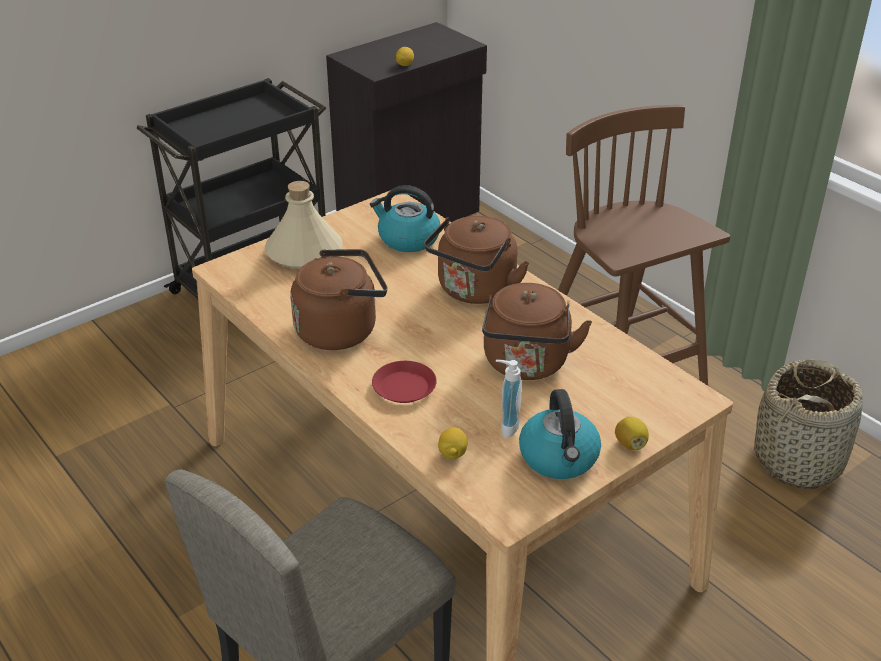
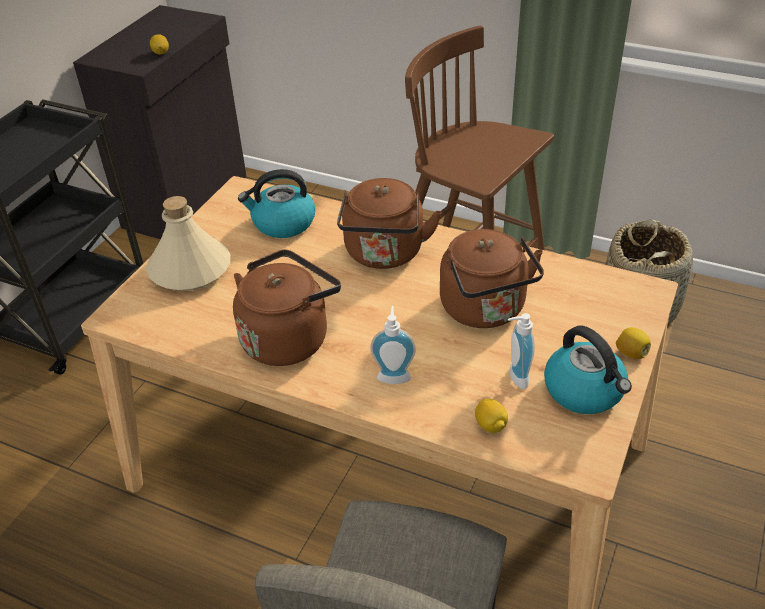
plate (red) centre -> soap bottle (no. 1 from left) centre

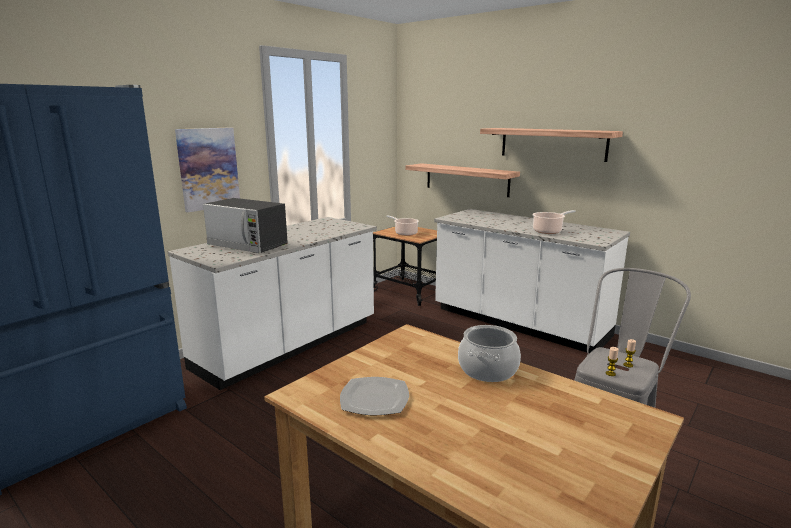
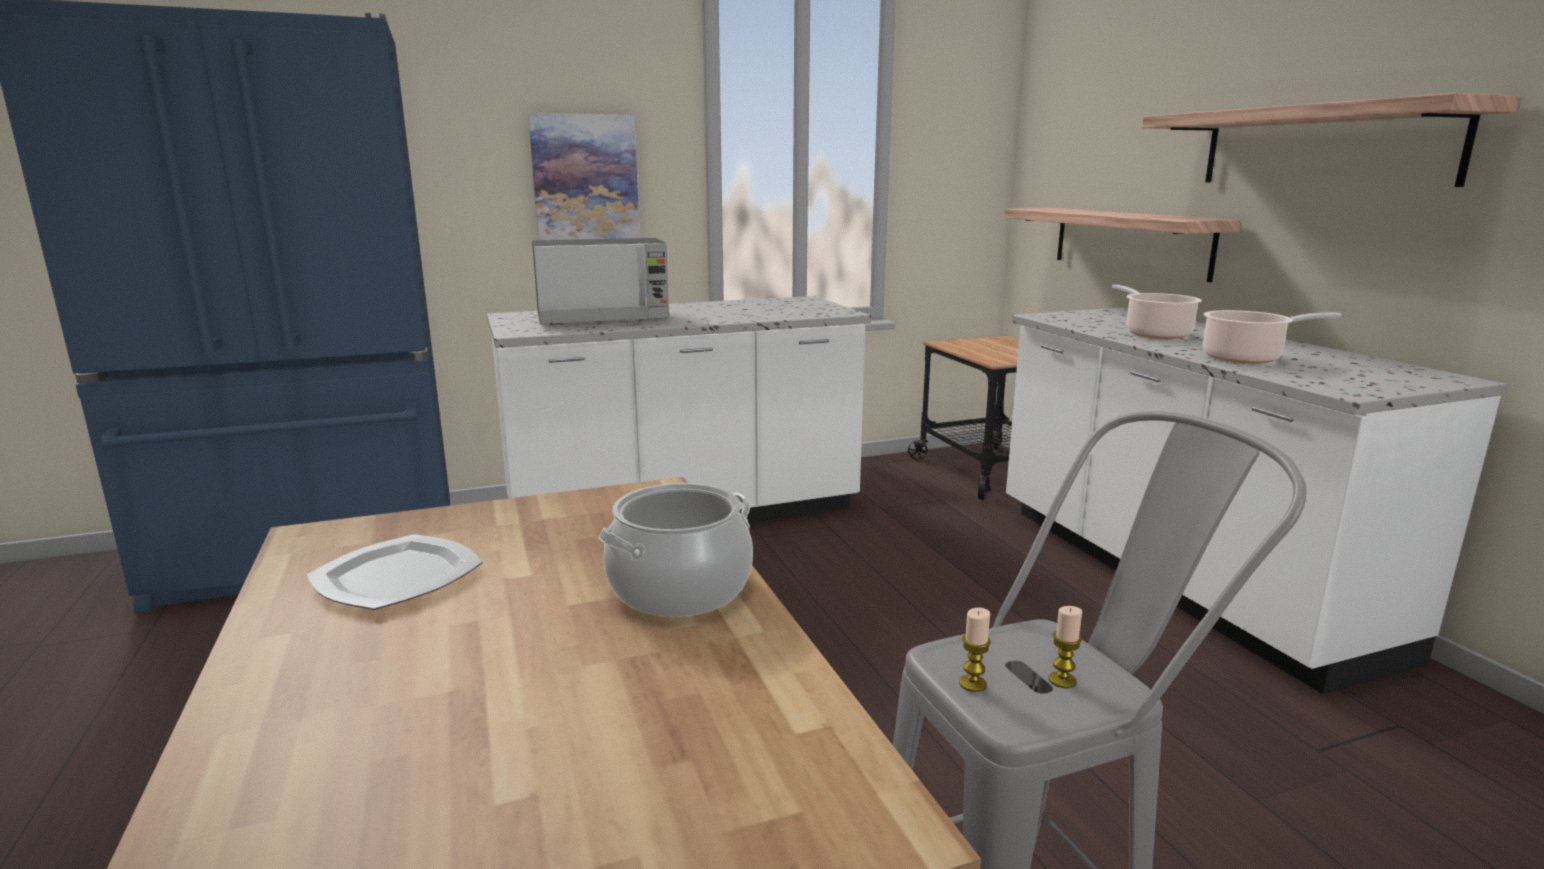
stockpot (no. 1 from left in the first image) centre -> stockpot (no. 2 from left) middle right, relocated
microwave oven middle left -> microwave oven top centre, 75 degrees counterclockwise

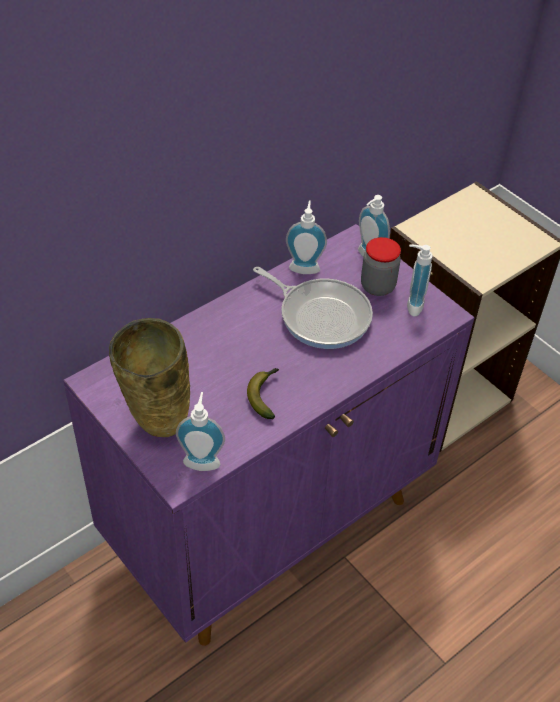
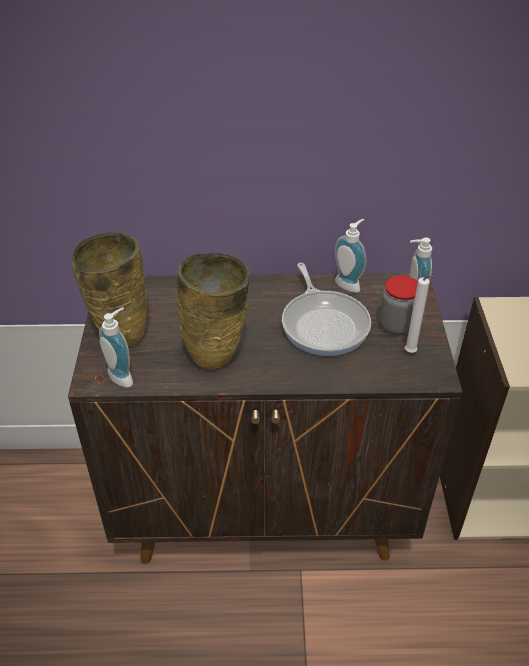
banana centre -> vase (sand-coloured) (no. 2 from left) centre
soap bottle (no. 4 from left) middle right -> candle (white-coloured) middle right
cabinet (purplish) centre -> cabinet (brown) centre

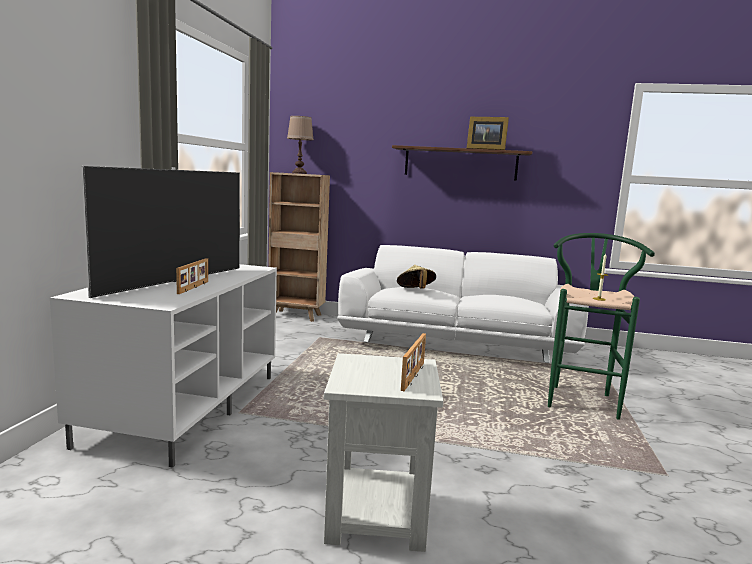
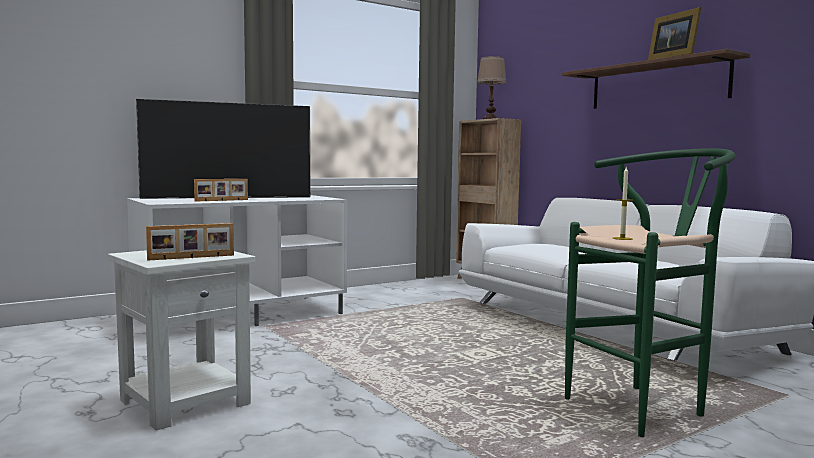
clothing hat (sand-coloured) centre -> none

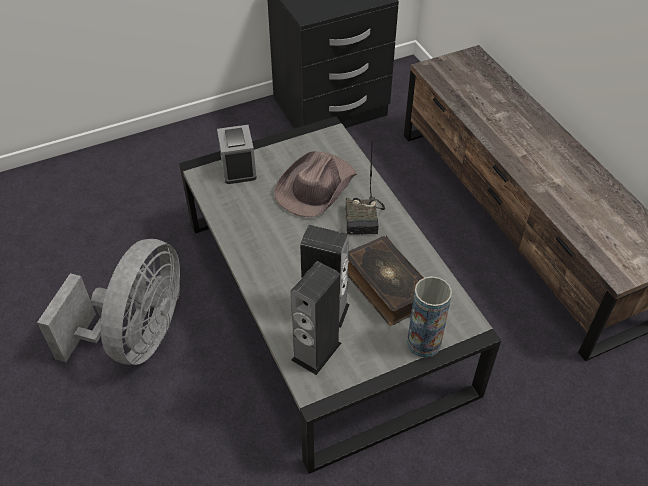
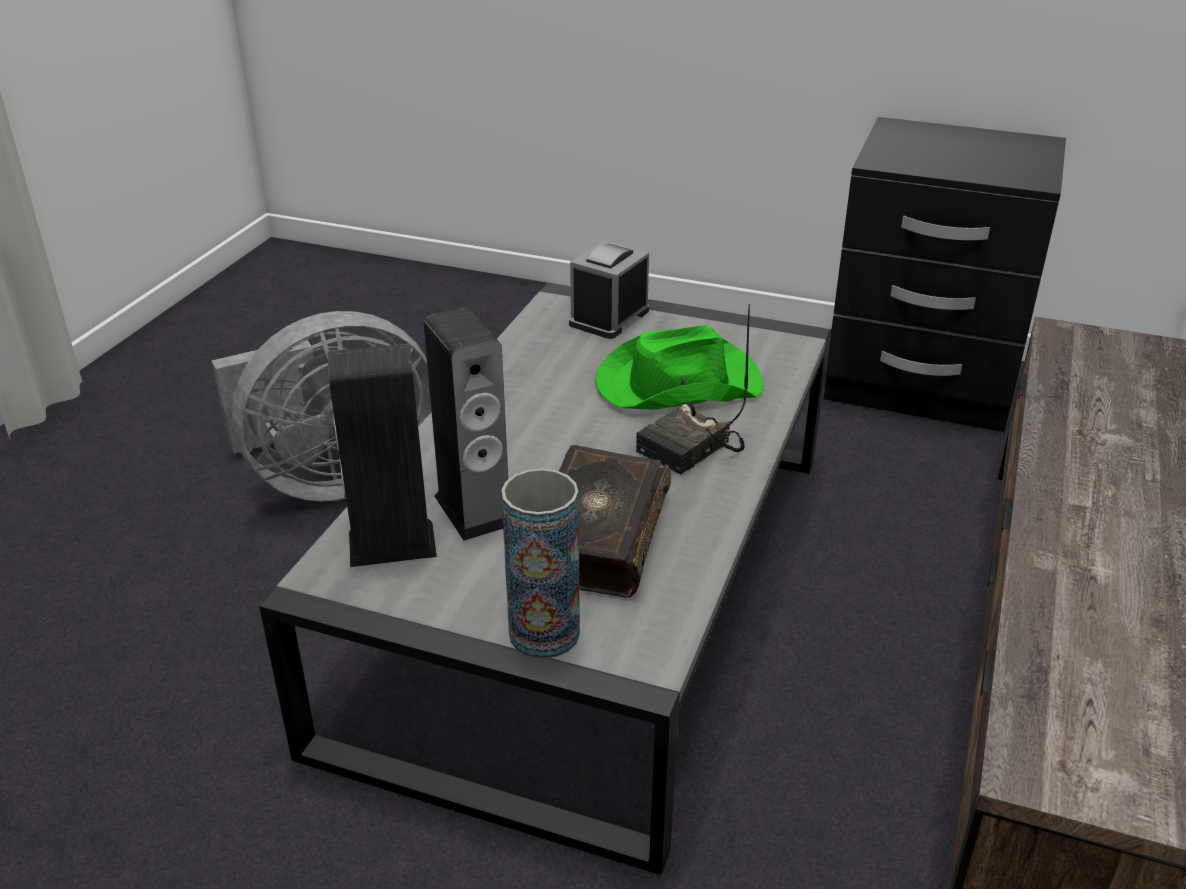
clothing hat (brown) centre -> clothing hat (green) centre

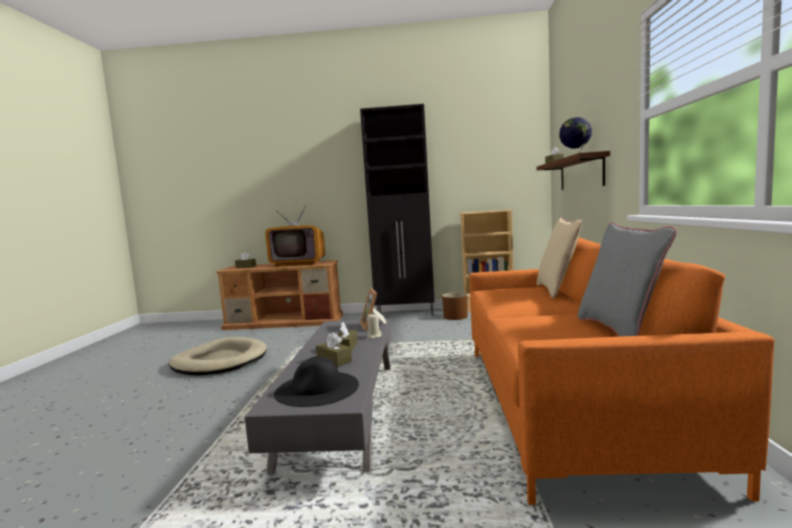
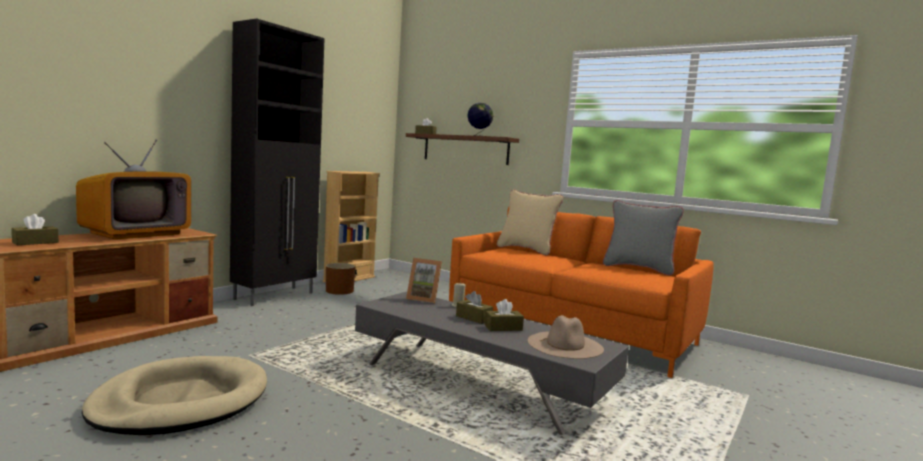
clothing hat (black-coloured) bottom centre -> clothing hat (sand-coloured) bottom centre

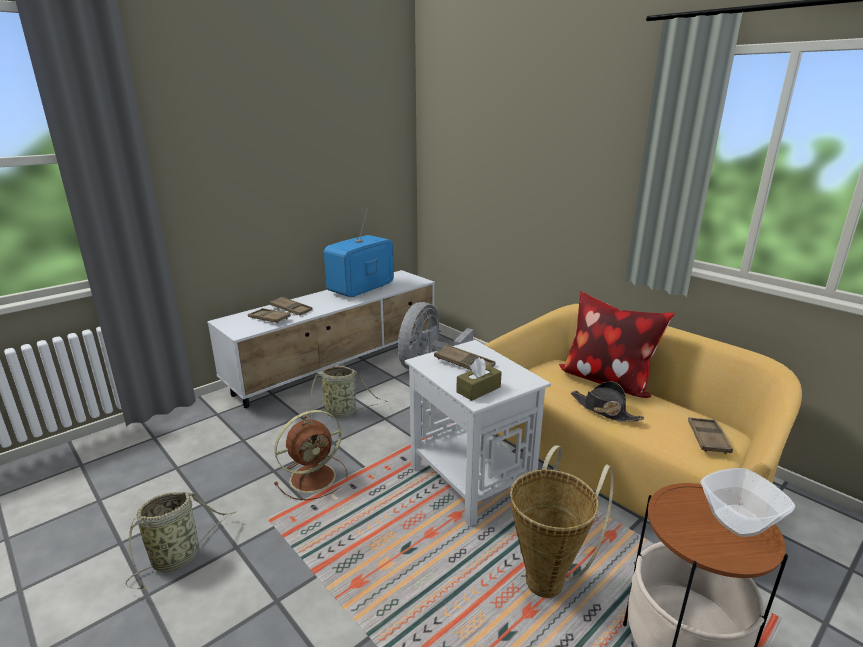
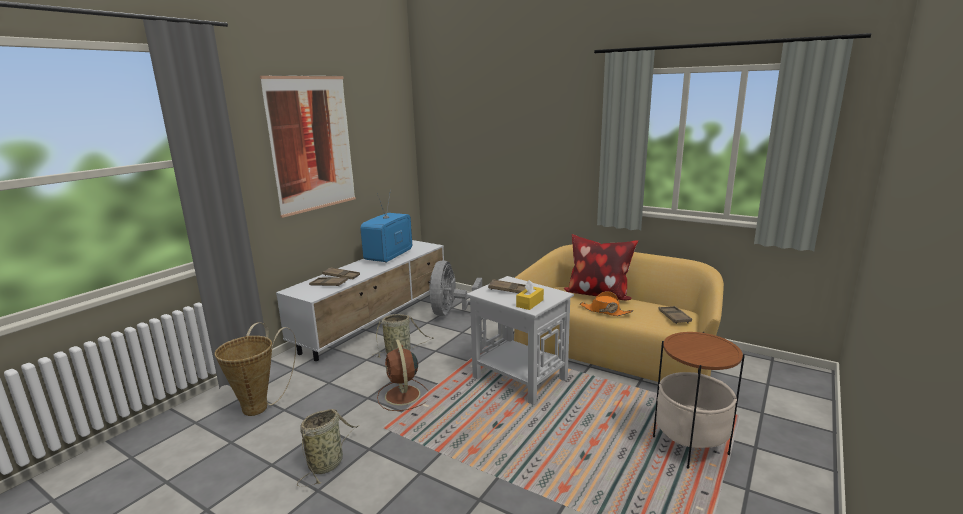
bowl bottom right -> none
none -> wall picture top left
storage basket (no. 3 from left in the first image) bottom centre -> storage basket (no. 1 from left) bottom left, relocated
tissue holder (brown) centre -> tissue holder (yellow-coloured) centre
clothing hat (black-coloured) middle right -> clothing hat (orange-coloured) centre
fan (brown) bottom centre, 120 degrees clockwise

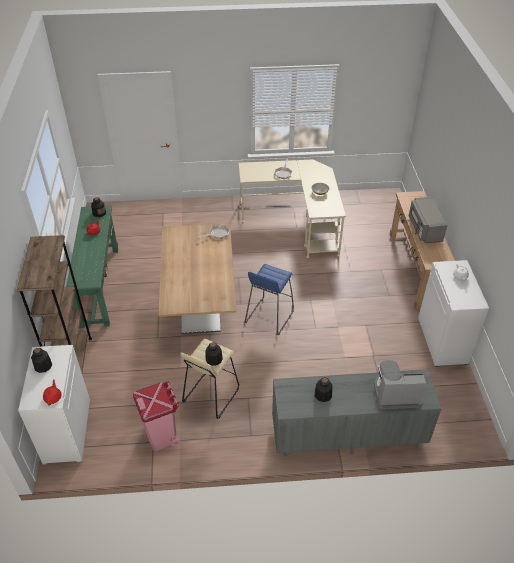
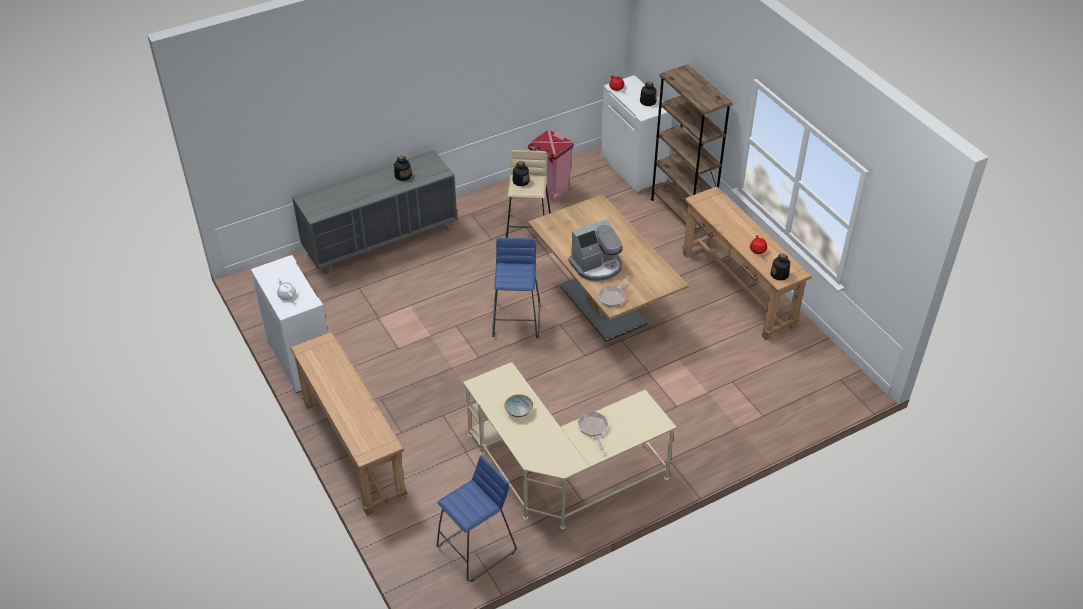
microwave oven (greyish) middle right -> none
none -> sitting stool (blue) (no. 1 from left) bottom centre
coffee machine bottom right -> coffee machine centre, relocated
narrow table (green) middle left -> narrow table (brown) (no. 2 from left) middle right

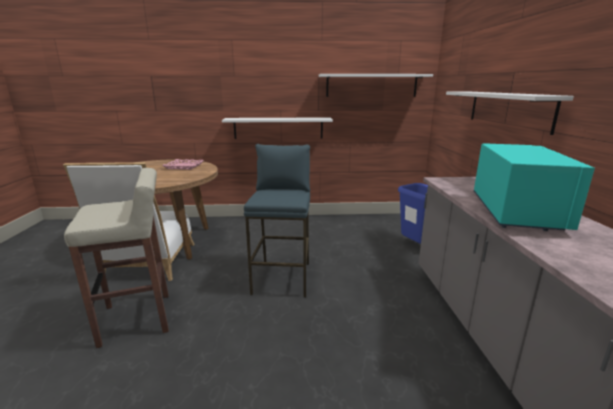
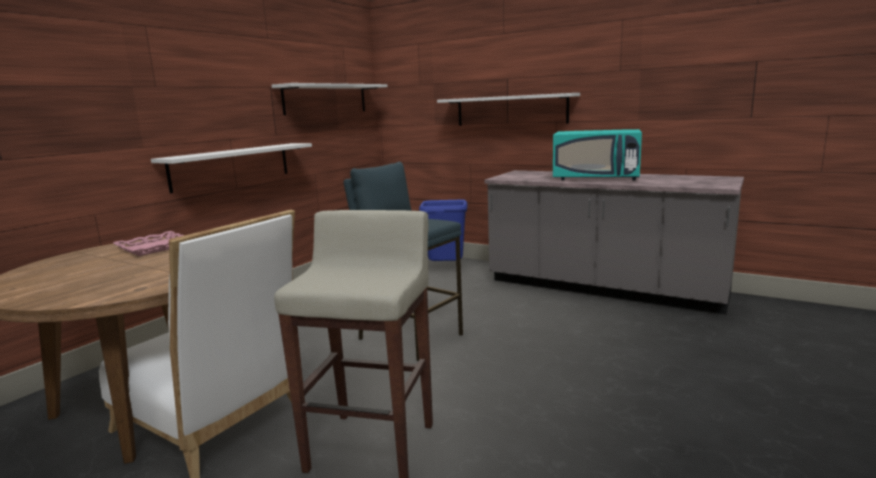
microwave oven (turquoise) middle right -> microwave oven (turquoise) top right, 150 degrees clockwise

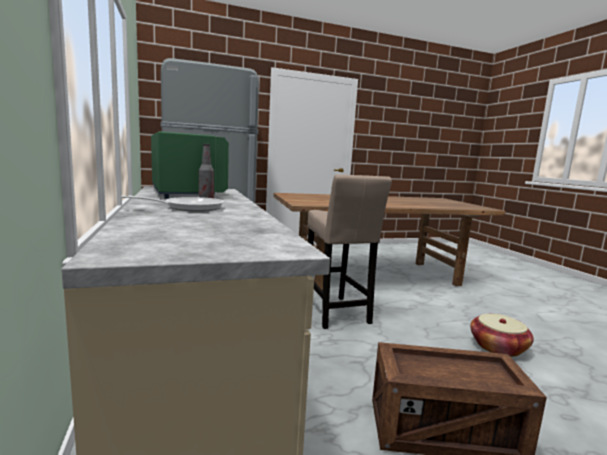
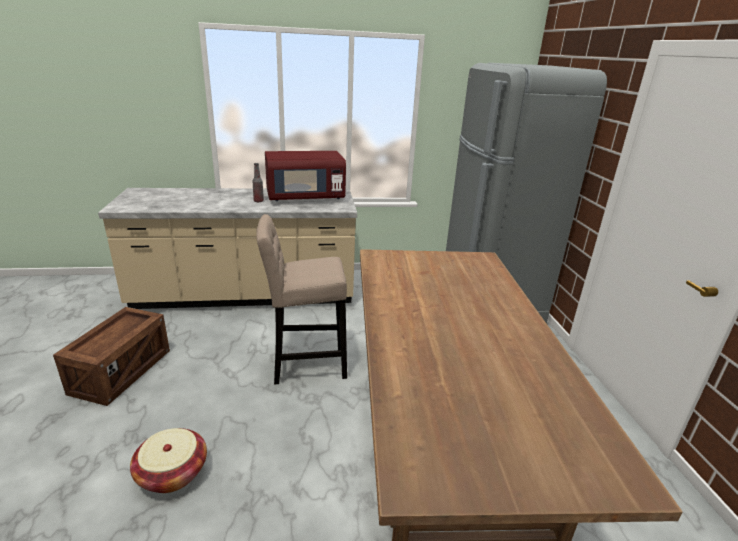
pan middle left -> none
microwave oven (green) middle left -> microwave oven (red) top centre

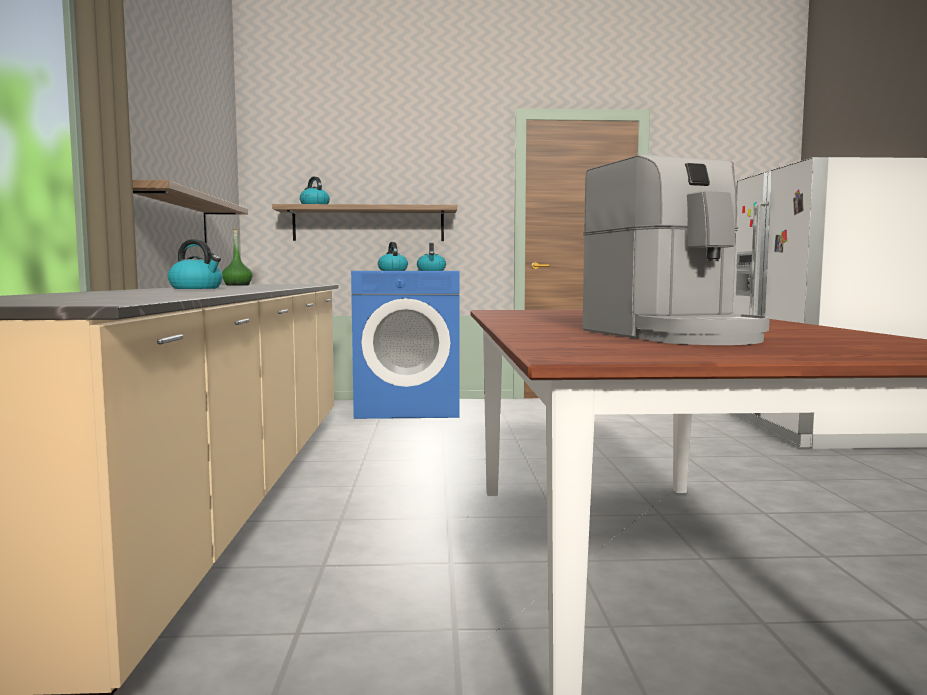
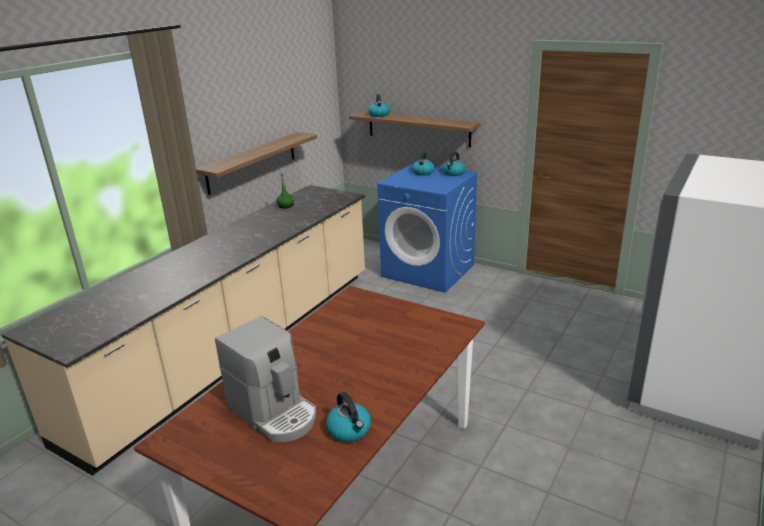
water kettle (no. 1 from left) middle left -> water kettle (no. 1 from left) bottom centre, relocated
coffee machine middle right -> coffee machine bottom centre, 60 degrees counterclockwise

